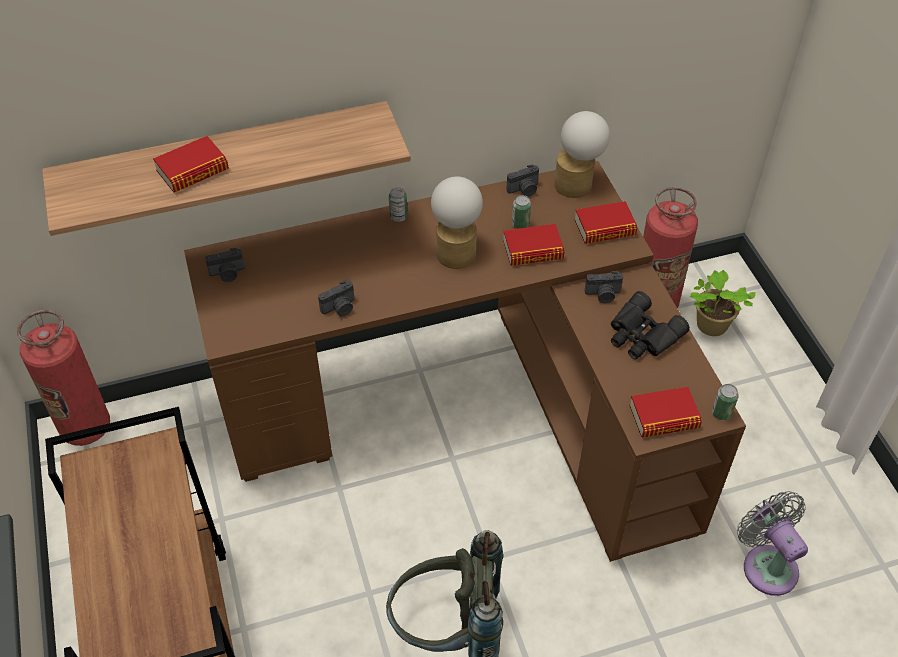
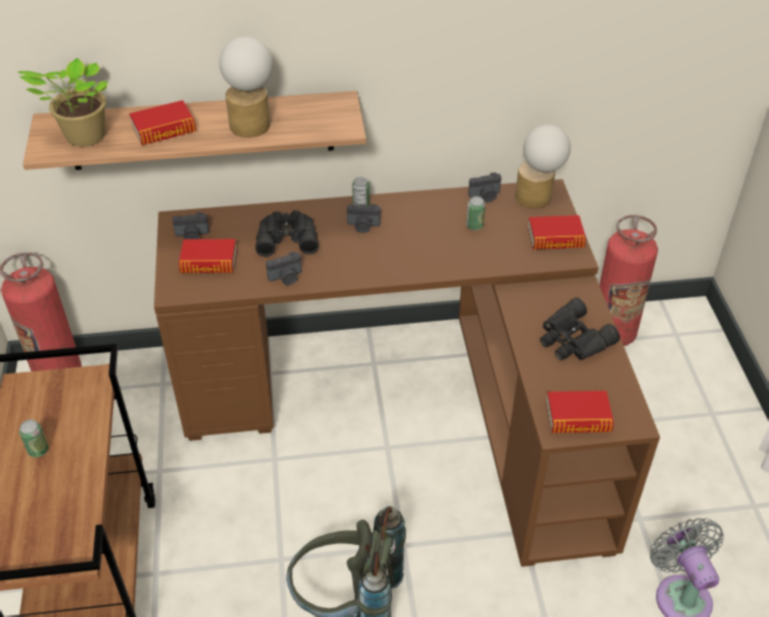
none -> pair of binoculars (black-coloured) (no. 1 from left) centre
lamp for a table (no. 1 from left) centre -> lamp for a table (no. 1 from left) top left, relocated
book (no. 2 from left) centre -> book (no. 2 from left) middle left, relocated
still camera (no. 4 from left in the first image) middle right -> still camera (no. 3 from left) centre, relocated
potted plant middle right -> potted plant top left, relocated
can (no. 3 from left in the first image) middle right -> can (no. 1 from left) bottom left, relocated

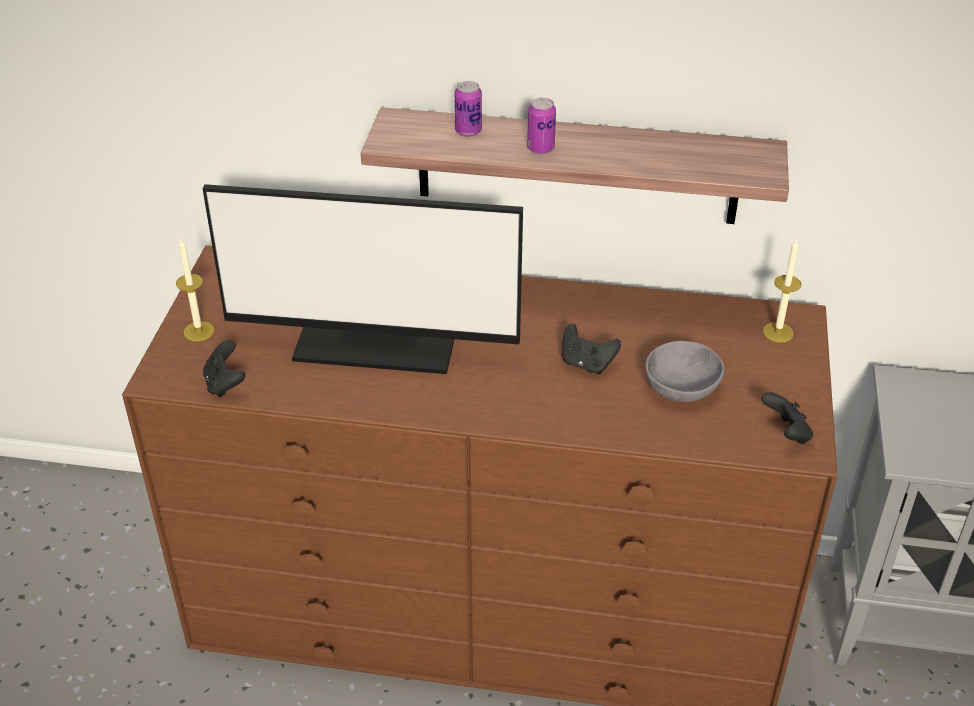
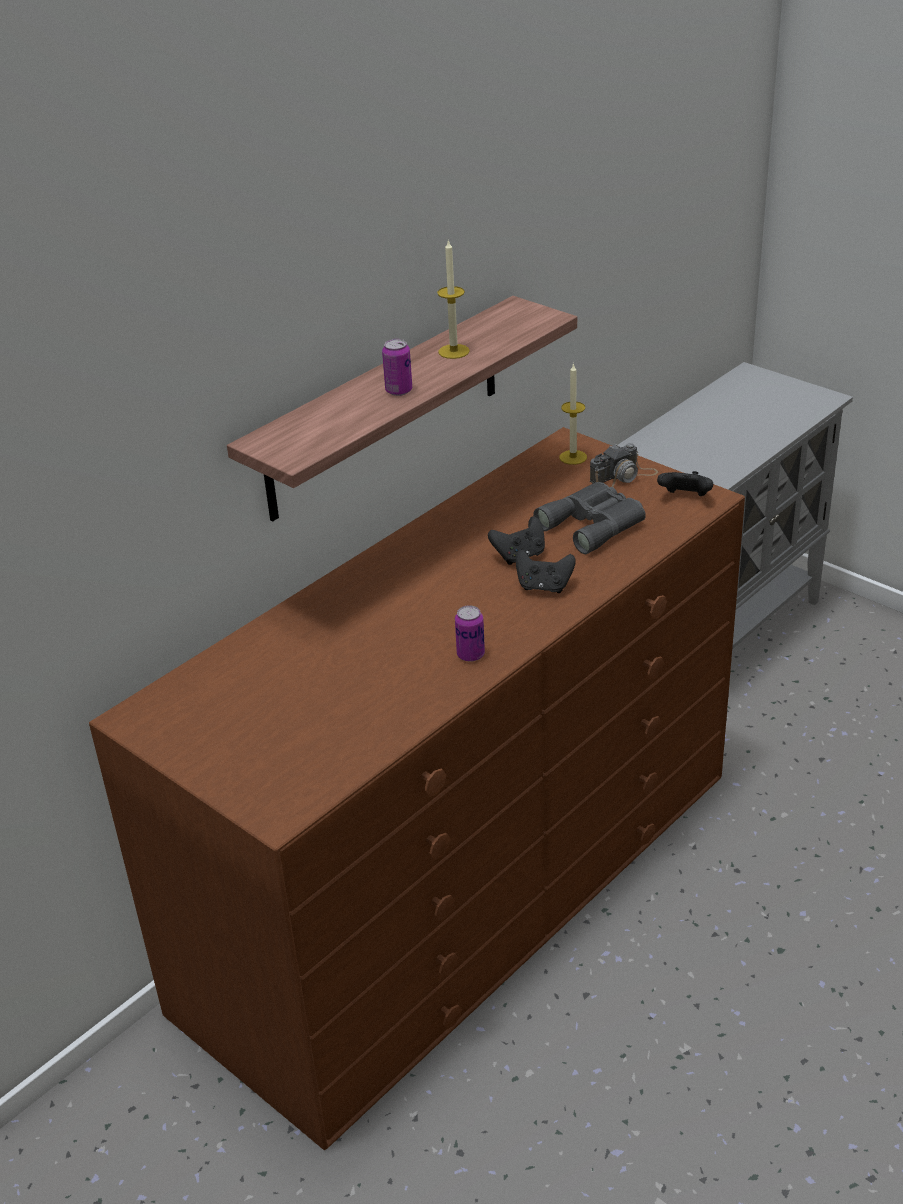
computer screen centre -> none
none -> still camera middle right
candle (no. 1 from left) middle left -> candle (no. 1 from left) top centre, relocated
gamepad (black-coloured) (no. 1 from left in the first image) middle left -> gamepad (black-coloured) (no. 2 from left) centre, relocated
can (no. 1 from left in the first image) top centre -> can (no. 2 from left) centre, relocated
bowl (greyish) middle right -> pair of binoculars (greyish) centre

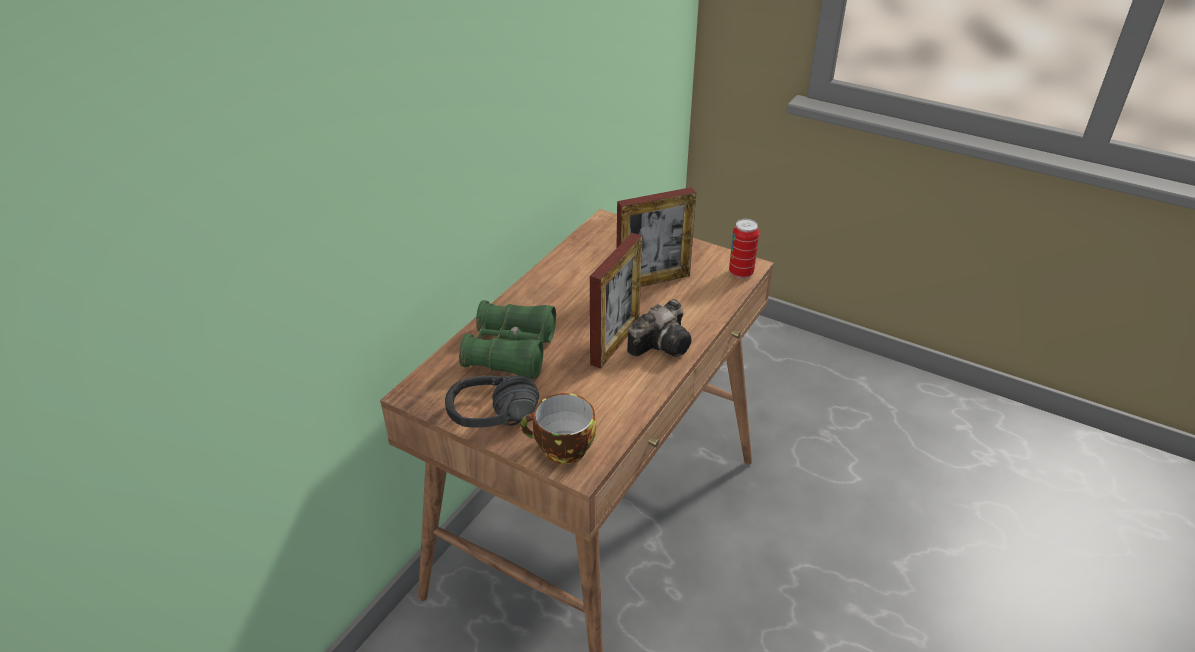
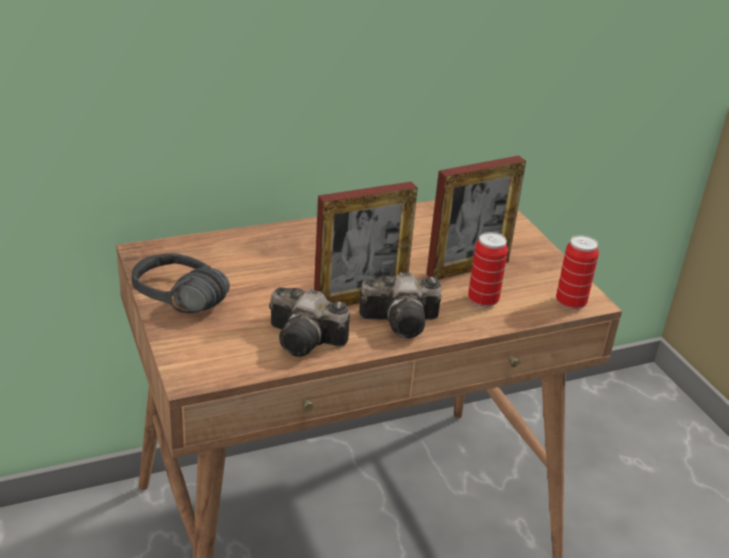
pair of binoculars (green) centre -> none
small cup centre -> none
none -> still camera (no. 1 from left) centre
none -> can (no. 1 from left) middle right
picture frame (no. 2 from left) centre, 45 degrees counterclockwise

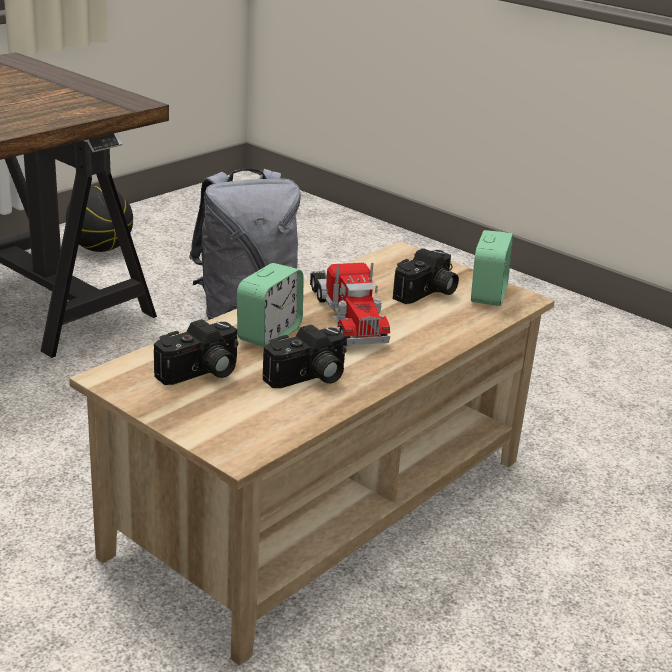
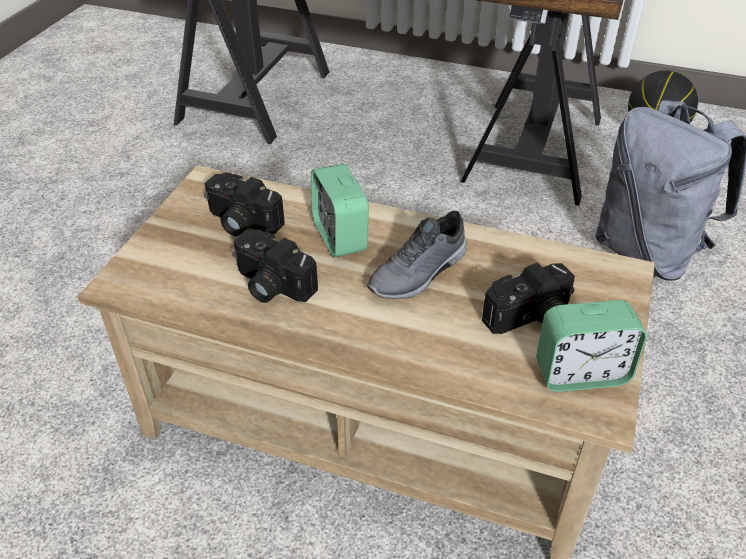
toy lorry centre -> low shoe (greyish) centre
bedside clock (no. 1 from left) centre, 60 degrees clockwise
still camera (no. 3 from left) centre -> still camera (no. 3 from left) middle right, 45 degrees counterclockwise

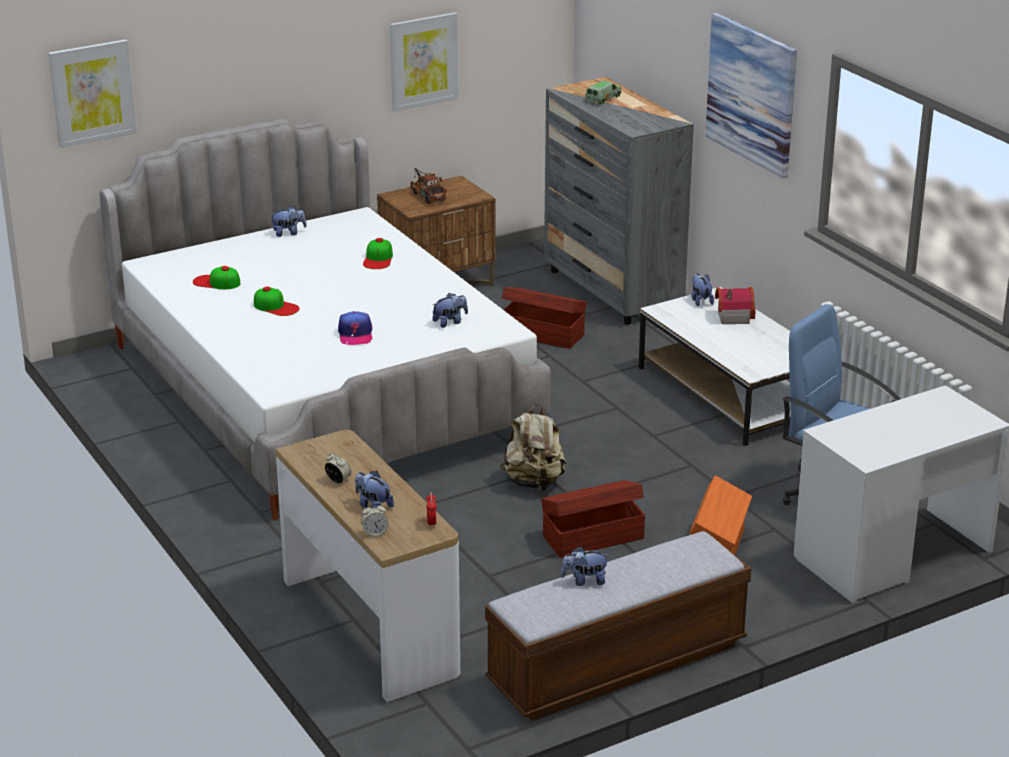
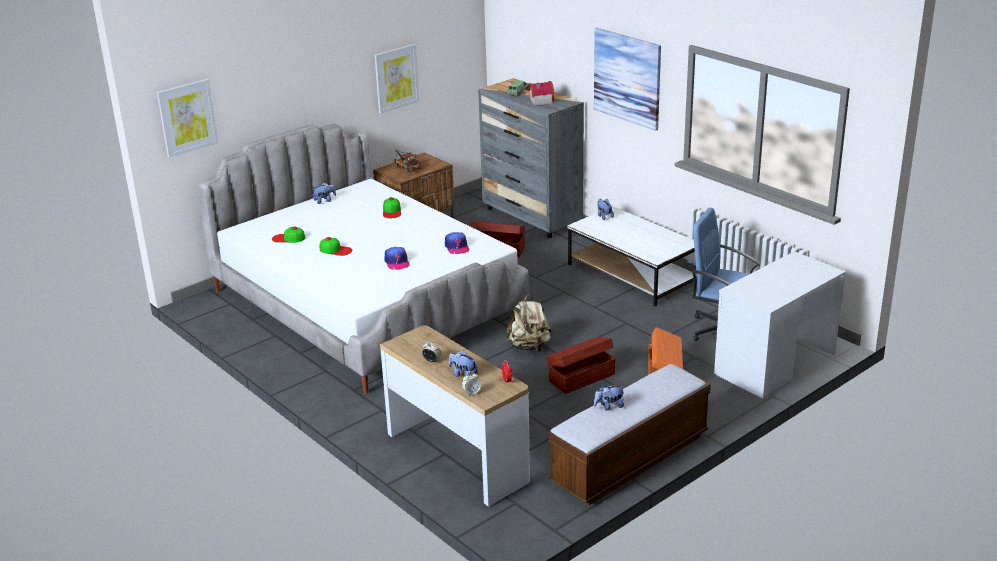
model house middle right -> model house top centre, relocated
plush toy (no. 3 from left) centre -> peaked cap (no. 5 from left) centre

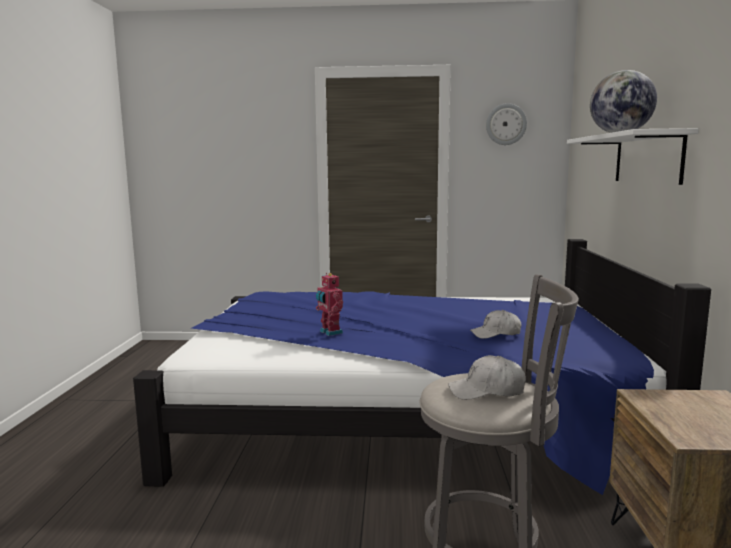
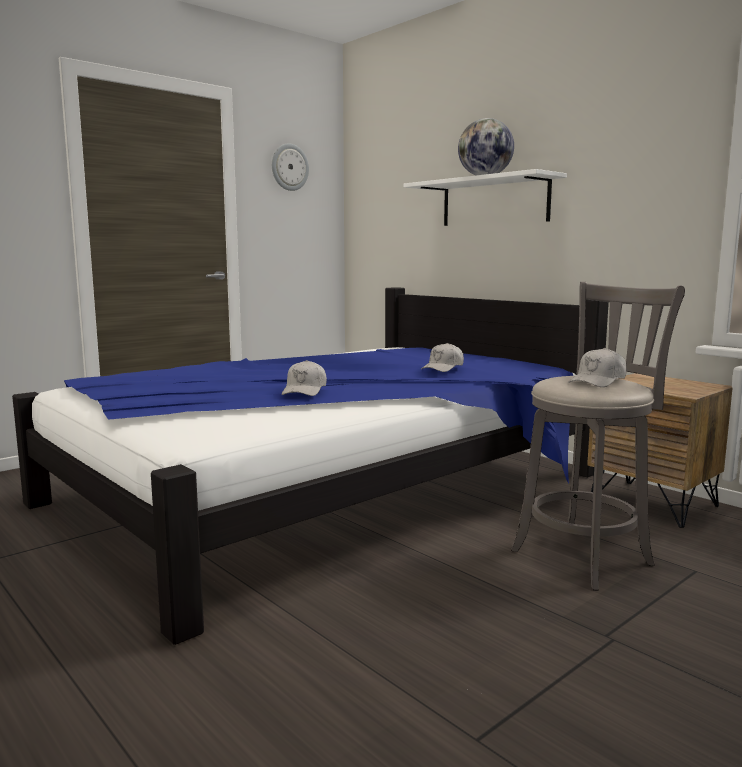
toy robot centre -> peaked cap (white-coloured) (no. 1 from left) centre

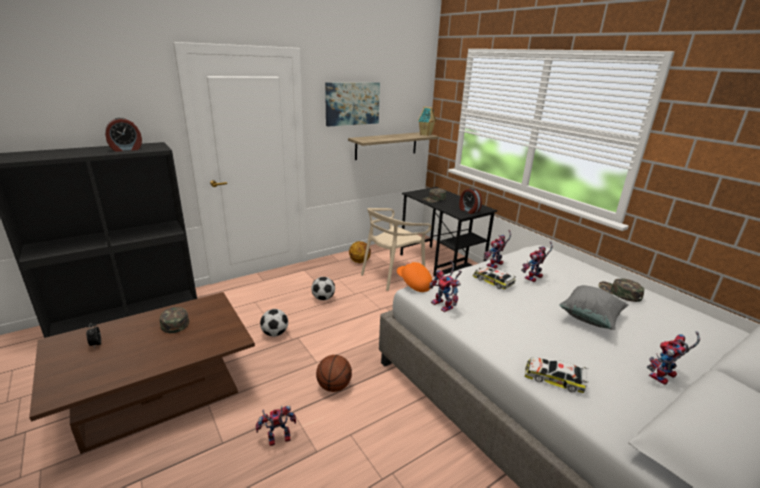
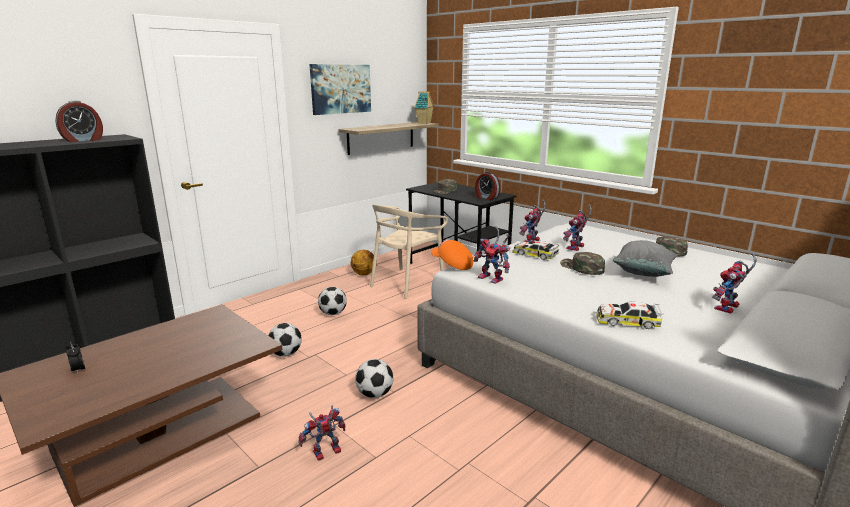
peaked cap (green) (no. 1 from left in the first image) middle left -> peaked cap (green) (no. 2 from left) middle right, relocated
basketball (no. 1 from left) bottom centre -> ball for football (no. 3 from left) bottom centre

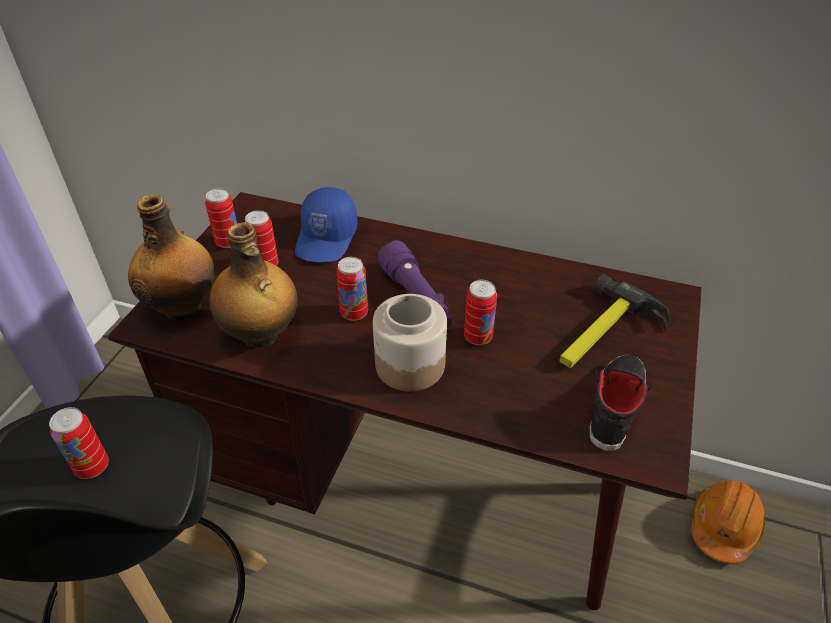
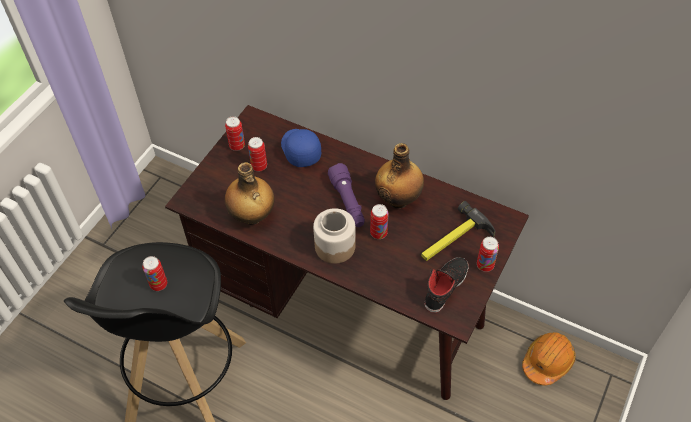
drink bottle (no. 1 from left in the first image) middle left -> drink bottle (no. 2 from left) centre, relocated
can (no. 4 from left in the first image) centre -> can (no. 5 from left) middle right, relocated
peaked cap (blue) centre, 135 degrees clockwise

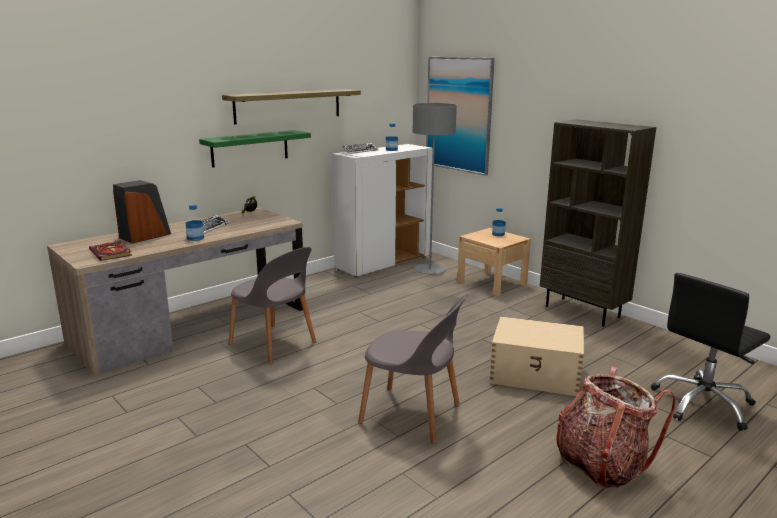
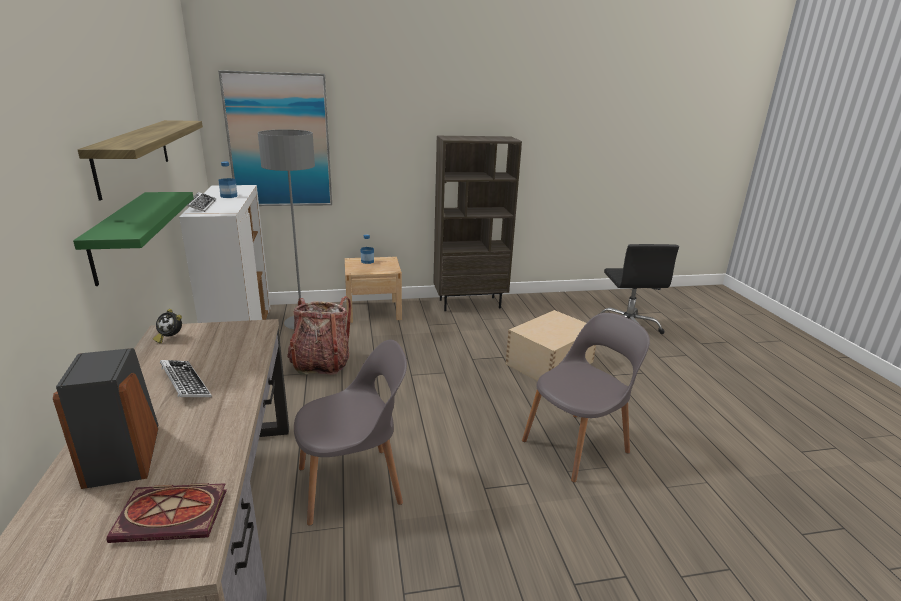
drink bottle (no. 1 from left) middle left -> none
rucksack bottom right -> rucksack centre, relocated

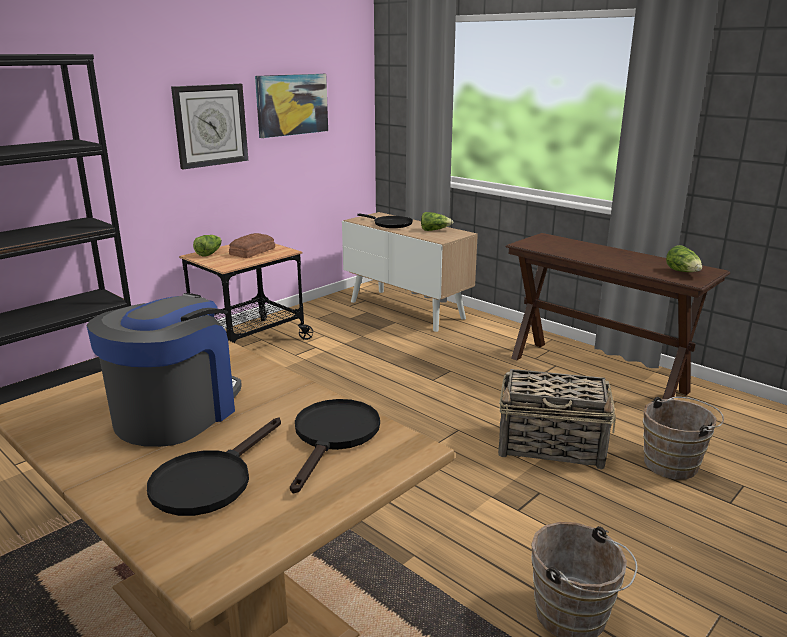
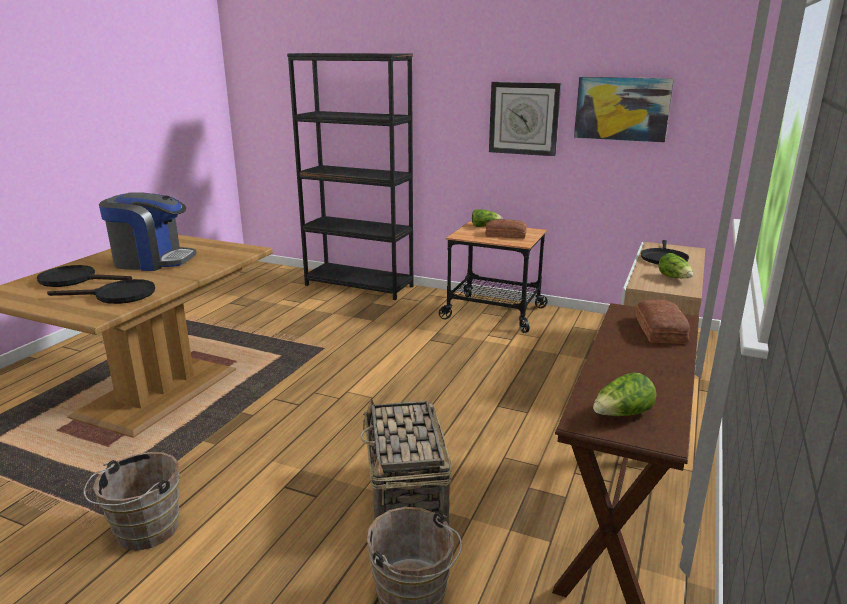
none -> baked bread (no. 2 from left) middle right

